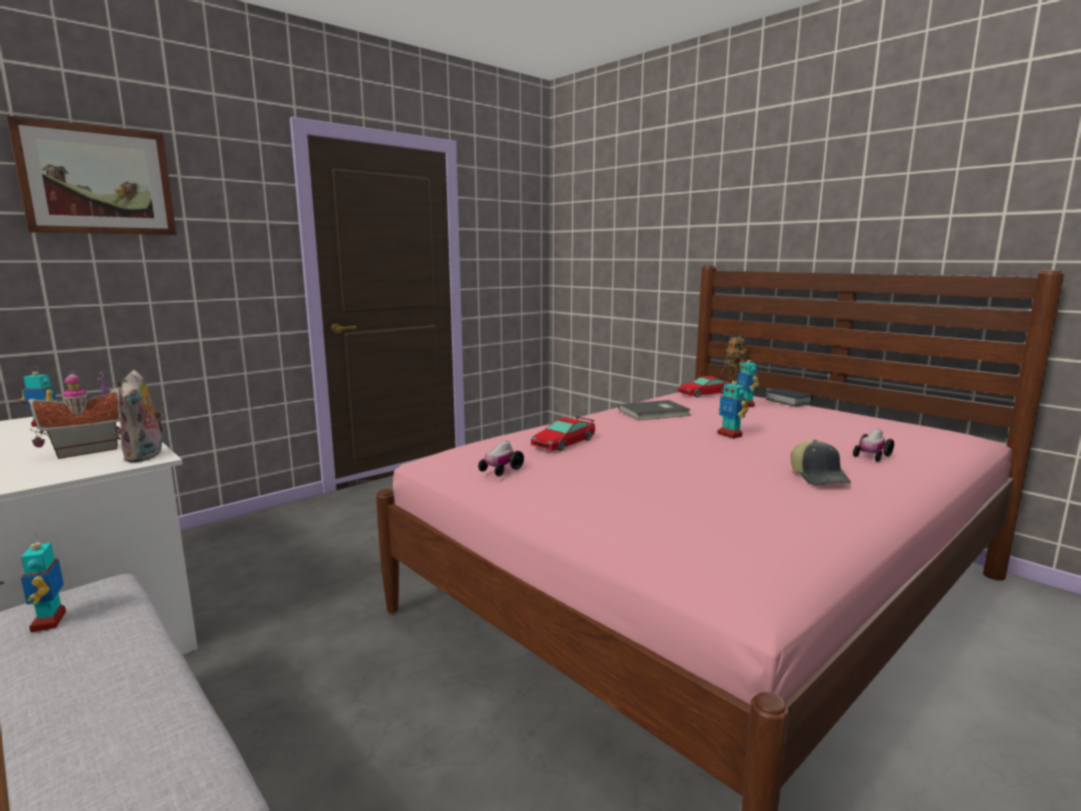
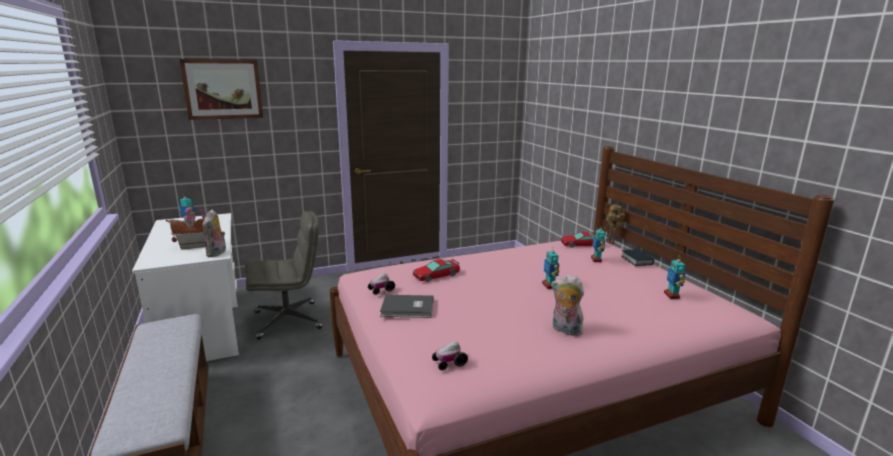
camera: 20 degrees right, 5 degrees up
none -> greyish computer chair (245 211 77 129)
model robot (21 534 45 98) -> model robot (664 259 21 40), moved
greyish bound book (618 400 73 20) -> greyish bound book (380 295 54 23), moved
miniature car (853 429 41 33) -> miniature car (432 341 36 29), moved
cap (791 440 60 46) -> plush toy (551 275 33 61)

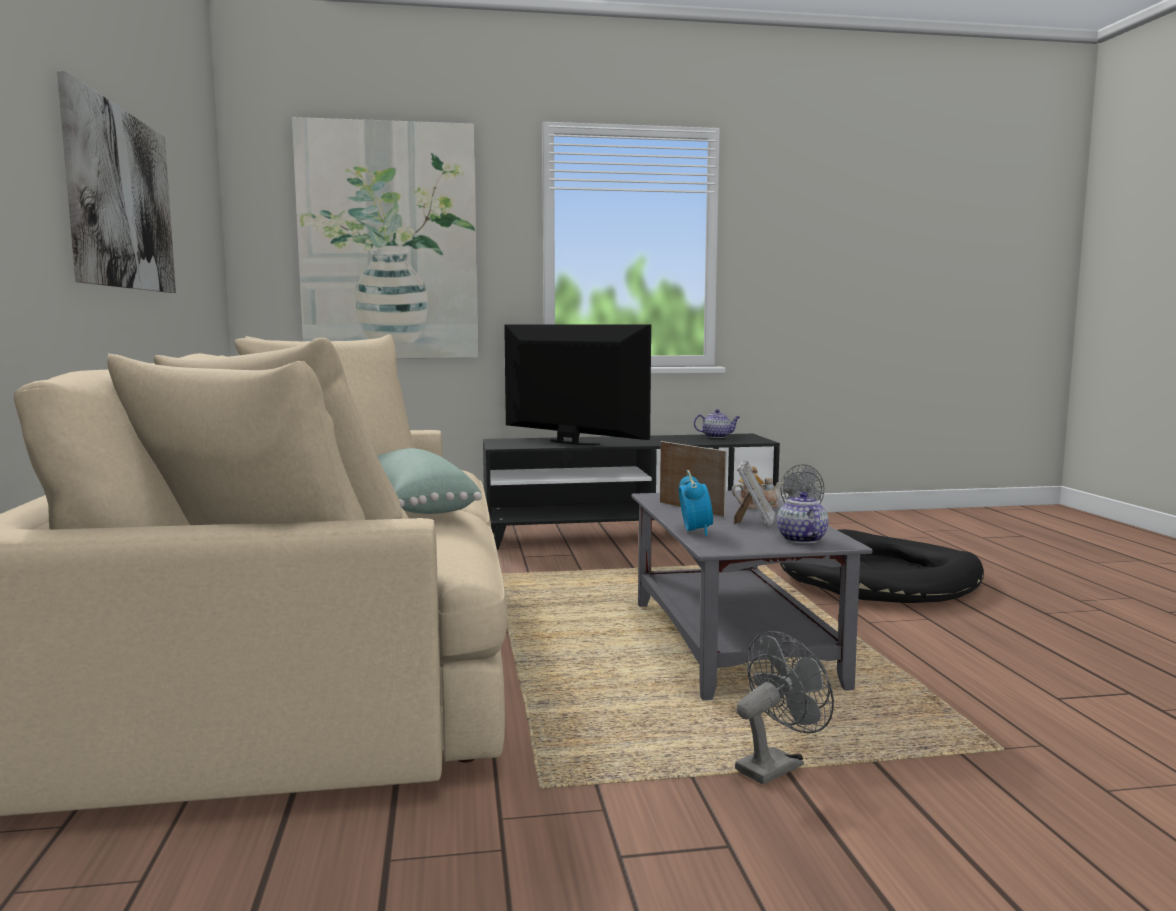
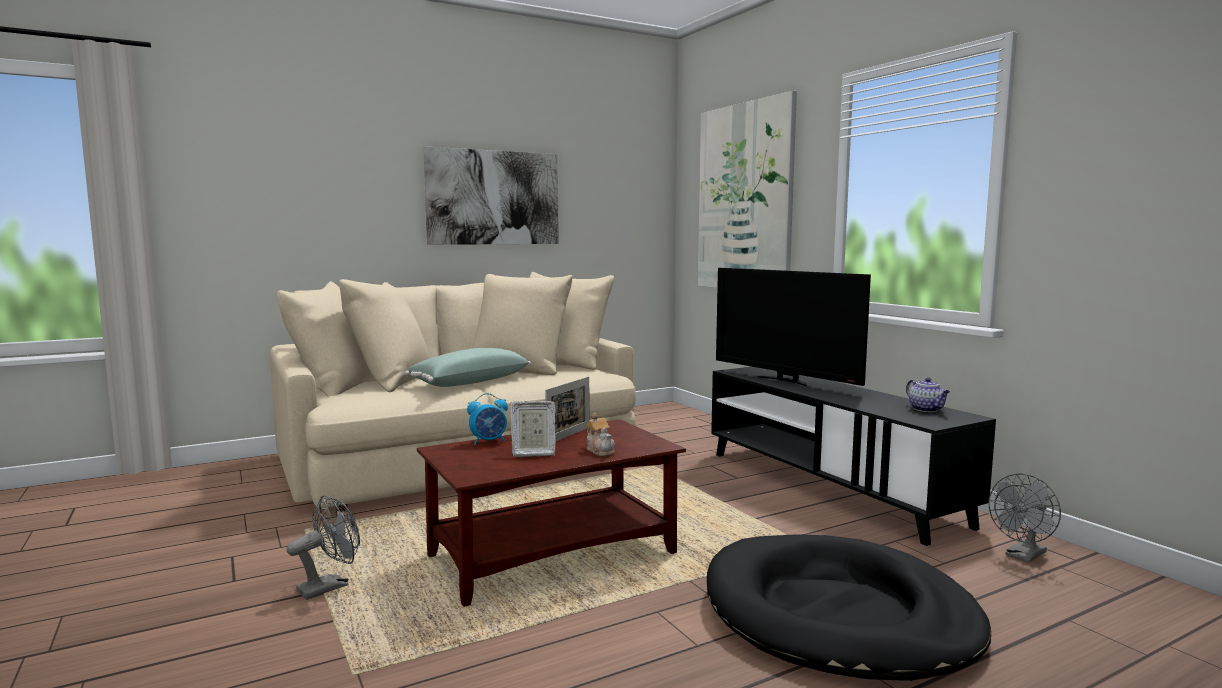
camera: 70 degrees right, 0 degrees up
pot for tea (777 492 51 51) -> none
greyish lounge table (631 490 241 210) -> brownish lounge table (417 419 269 188)
TV (504 324 147 121) -> TV (716 268 155 118), 120 degrees clockwise
greyish electric fan (735 631 99 153) -> greyish electric fan (287 495 73 105), 75 degrees counterclockwise

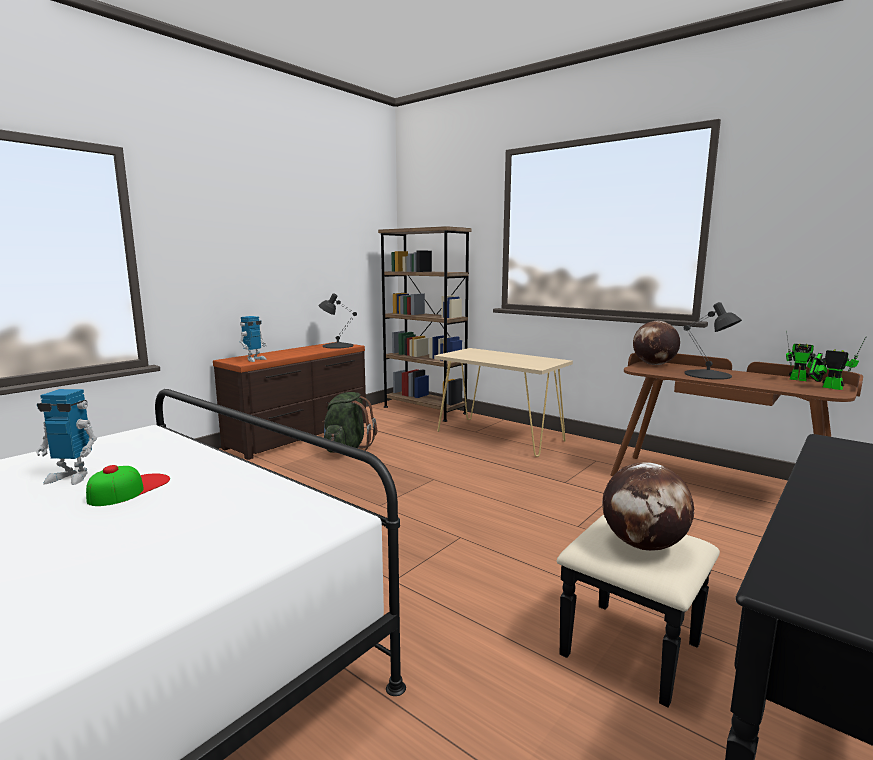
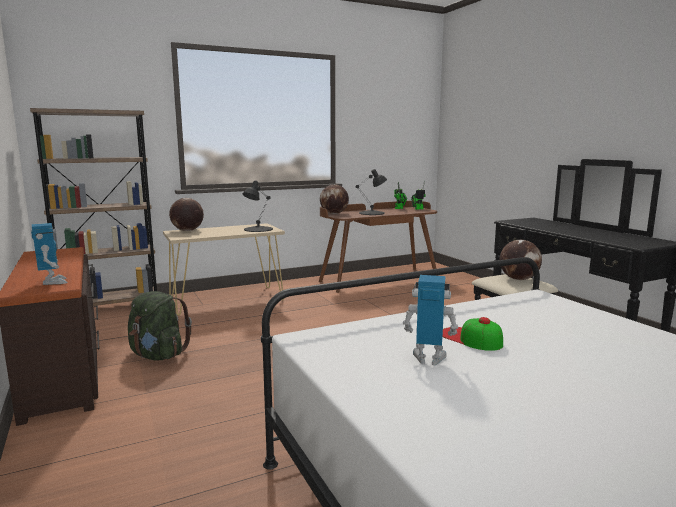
camera: 65 degrees left, 0 degrees up
none -> globe (169 198 35 33)
blackish table lamp (318 293 39 56) -> blackish table lamp (243 180 30 52), moved
model robot (36 389 61 96) -> model robot (403 275 55 90), 105 degrees counterclockwise

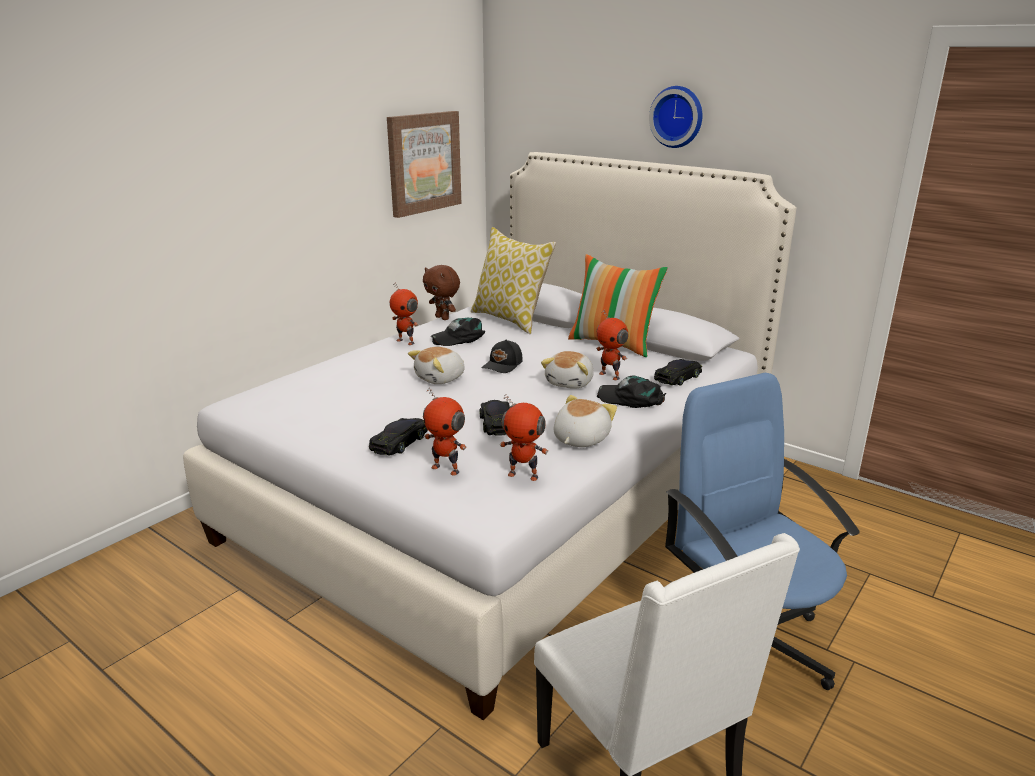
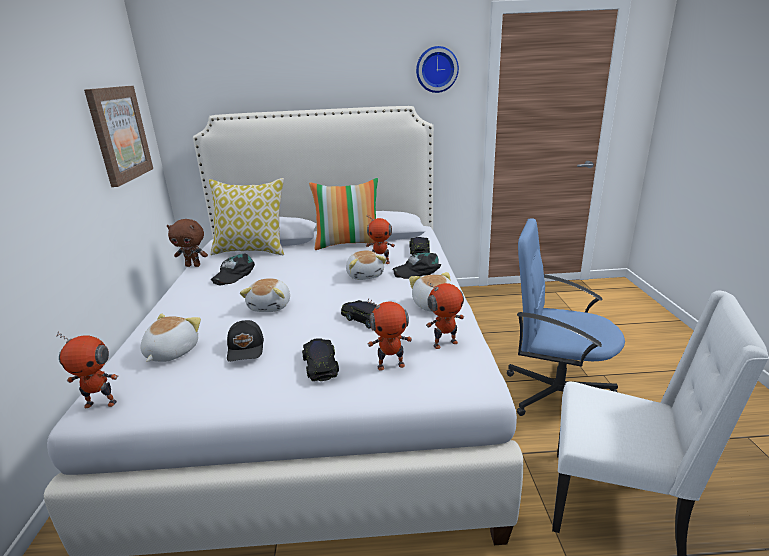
camera: 40 degrees left, 0 degrees up
none -> plush toy (140 313 61 49)
model robot (390 283 28 62) -> model robot (56 331 62 77), moved
blackish cap (482 340 41 33) -> blackish cap (227 320 37 42), moved
wall clock (649 86 54 62) -> wall clock (416 46 43 47), moved

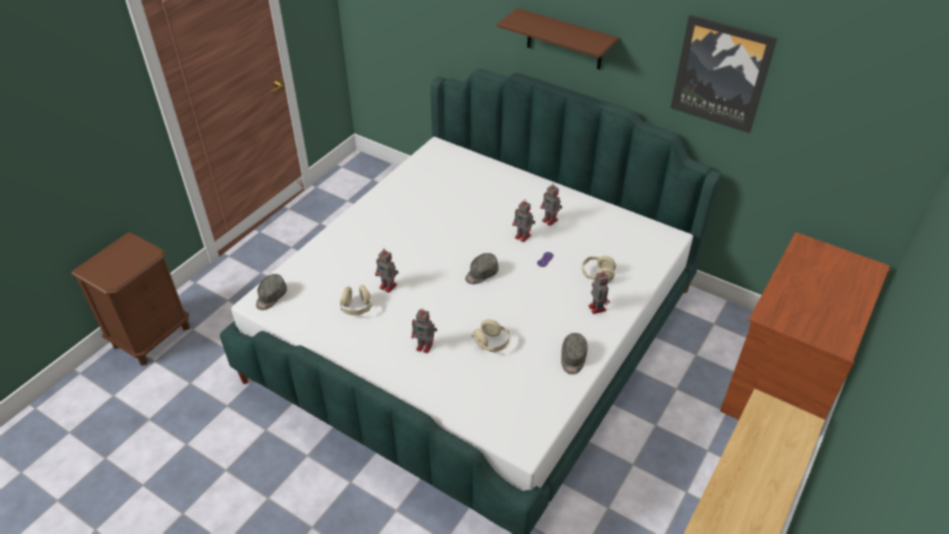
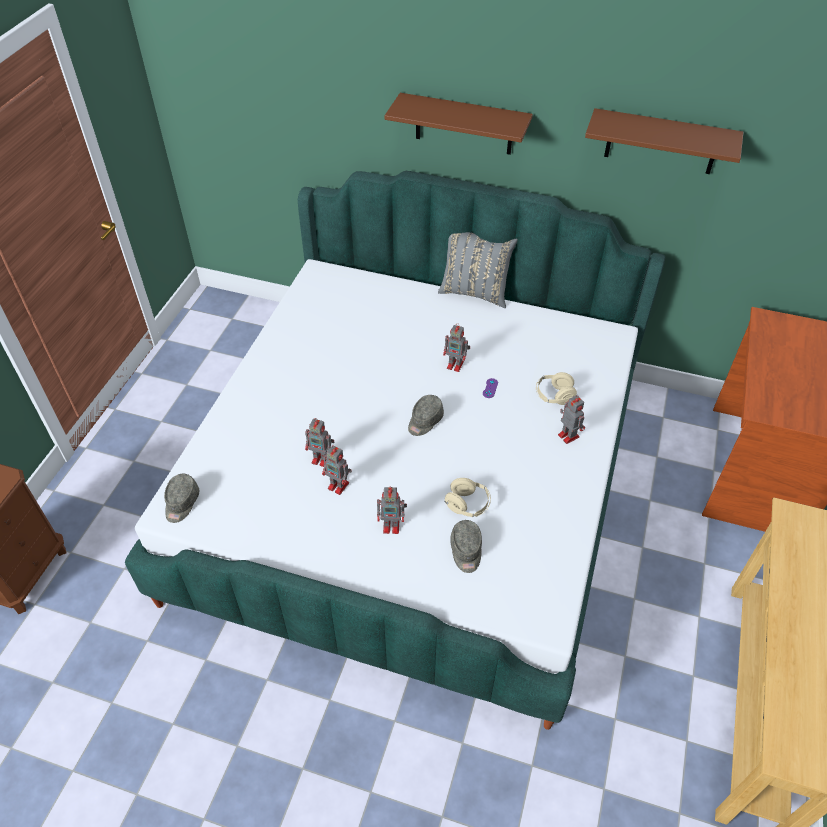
camera: 15 degrees left, 5 degrees up
beige headset (340 285 32 30) -> none
none -> greyish cushion (438 232 80 76)
model robot (540 183 22 43) -> model robot (322 445 30 50), moved
greyish cap (561 333 27 42) -> greyish cap (450 520 32 53), moved
wall art (671 15 106 118) -> brownish shelf (585 108 159 66)

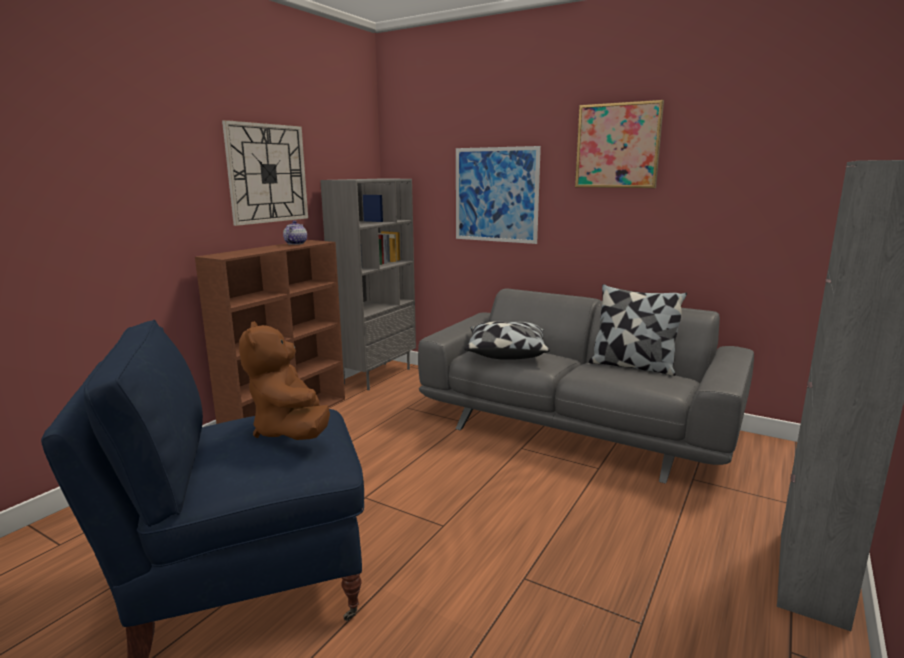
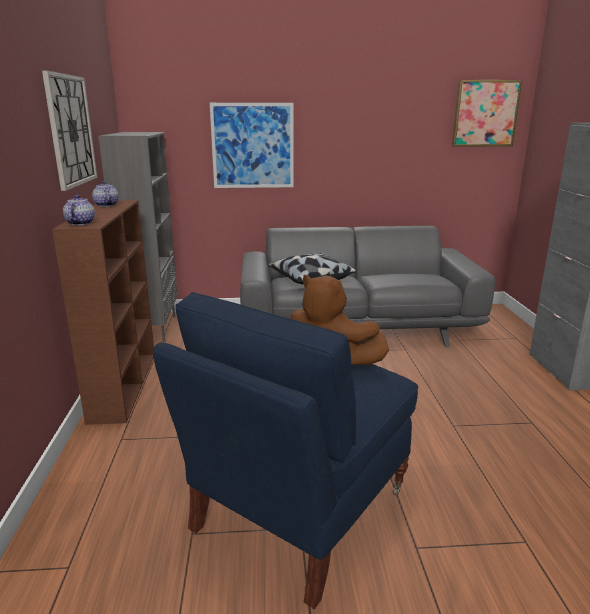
camera: 35 degrees left, 5 degrees up
cushion (589 284 98 92) -> none
none -> pot for tea (63 195 32 30)
wall art (575 100 89 88) -> wall art (452 80 70 67), moved

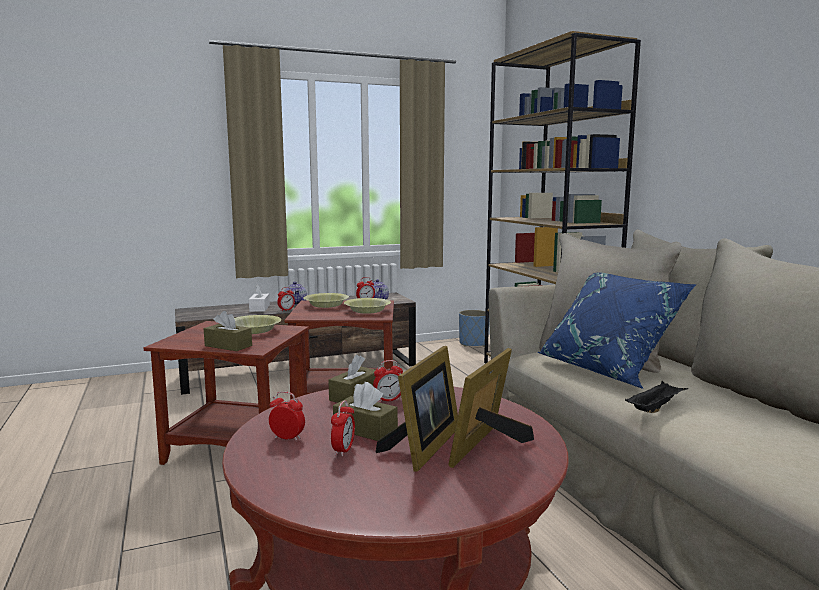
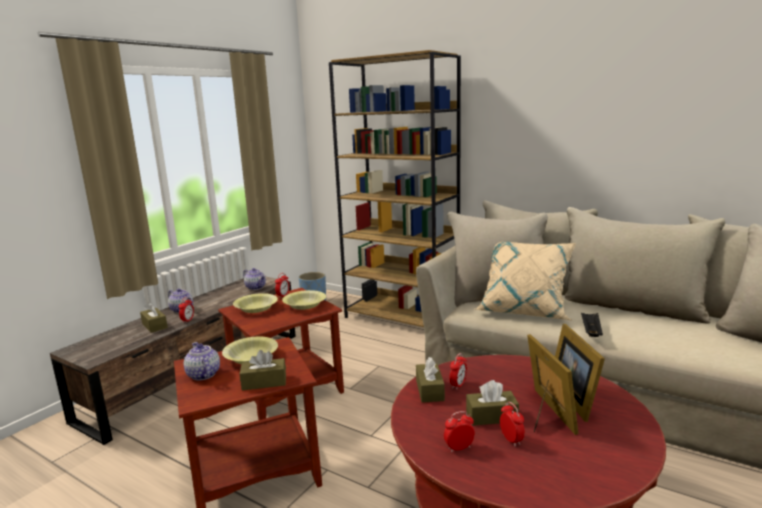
camera: 35 degrees left, 5 degrees up
none -> pot for tea (184 342 36 39)
white tissue holder (249 284 21 28) -> brownish tissue holder (140 302 28 31)
blue cushion (538 272 159 117) -> beige cushion (474 242 102 78)

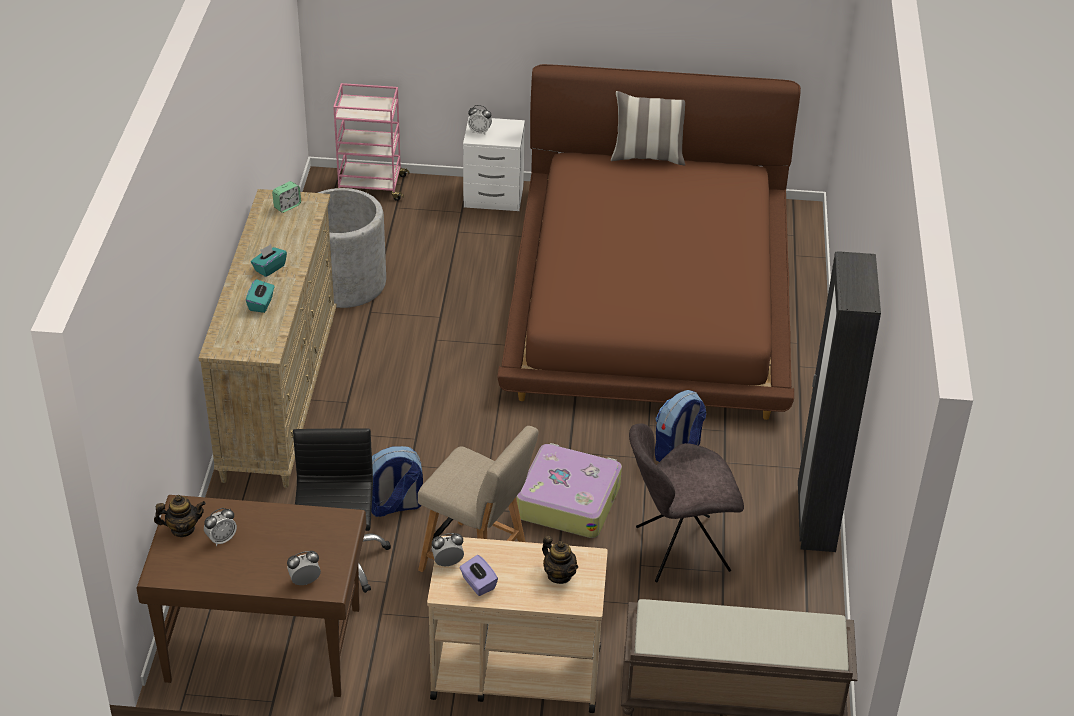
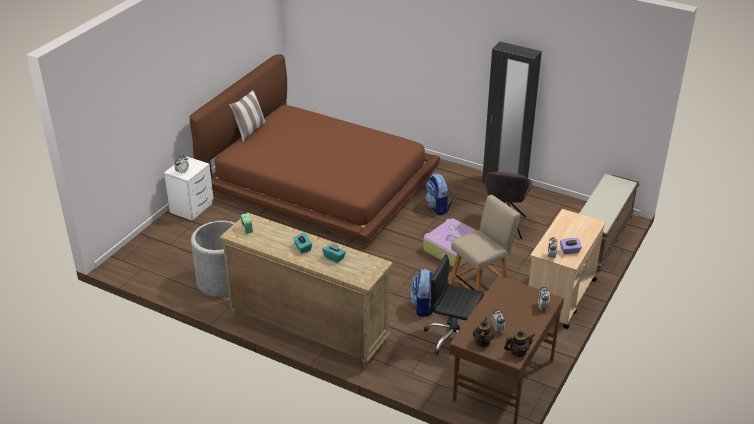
camera: 65 degrees left, 5 degrees down
pink-coloured trolley (333 83 77 118) -> none
pot for tea (542 536 36 48) -> pot for tea (504 331 31 26), moved

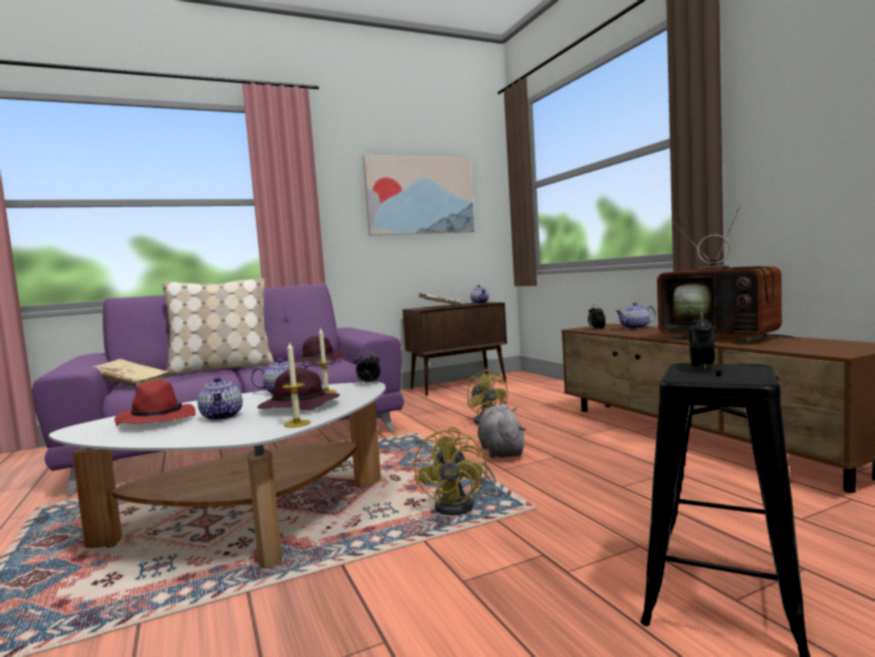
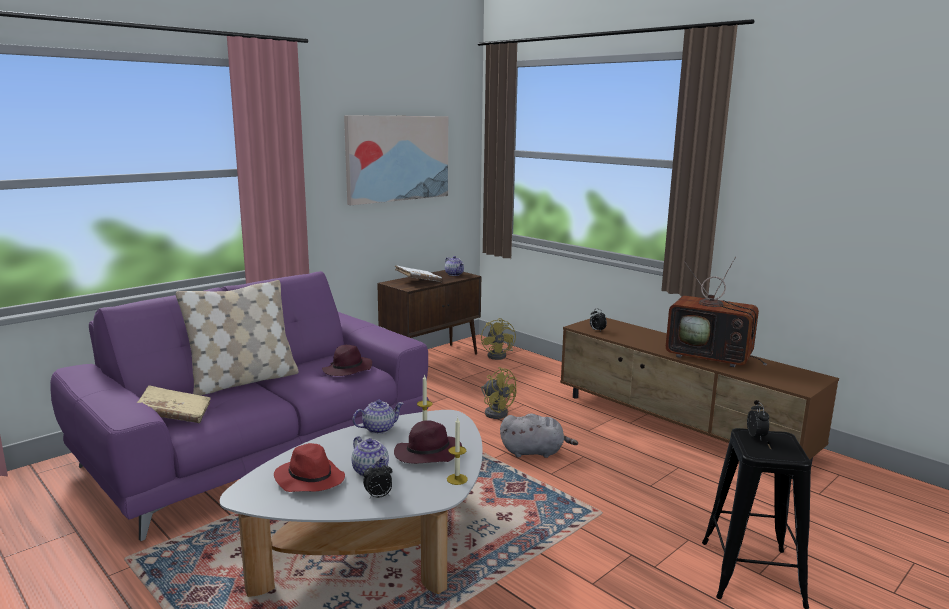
camera: 20 degrees left, 10 degrees up
pot for tea (616 302 40 27) -> none
bedside clock (354 351 27 34) -> bedside clock (363 462 29 36), moved
yellowish electric fan (414 427 84 89) -> yellowish electric fan (481 318 35 42), moved
greyish plush toy (478 404 48 54) -> greyish plush toy (500 413 78 45), 120 degrees clockwise

